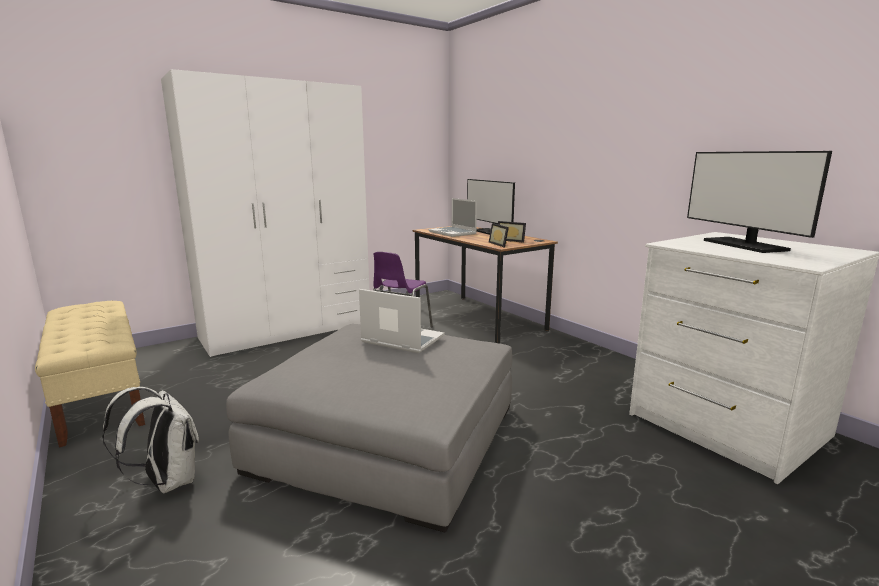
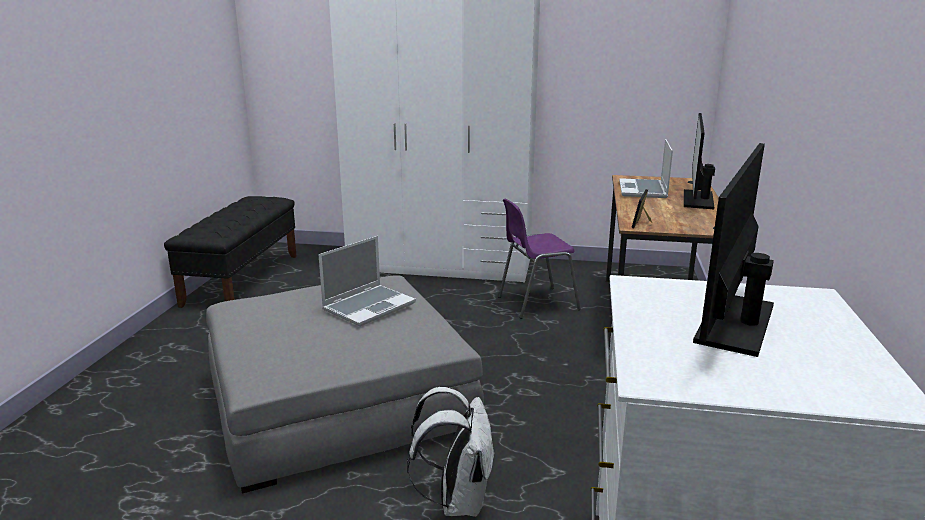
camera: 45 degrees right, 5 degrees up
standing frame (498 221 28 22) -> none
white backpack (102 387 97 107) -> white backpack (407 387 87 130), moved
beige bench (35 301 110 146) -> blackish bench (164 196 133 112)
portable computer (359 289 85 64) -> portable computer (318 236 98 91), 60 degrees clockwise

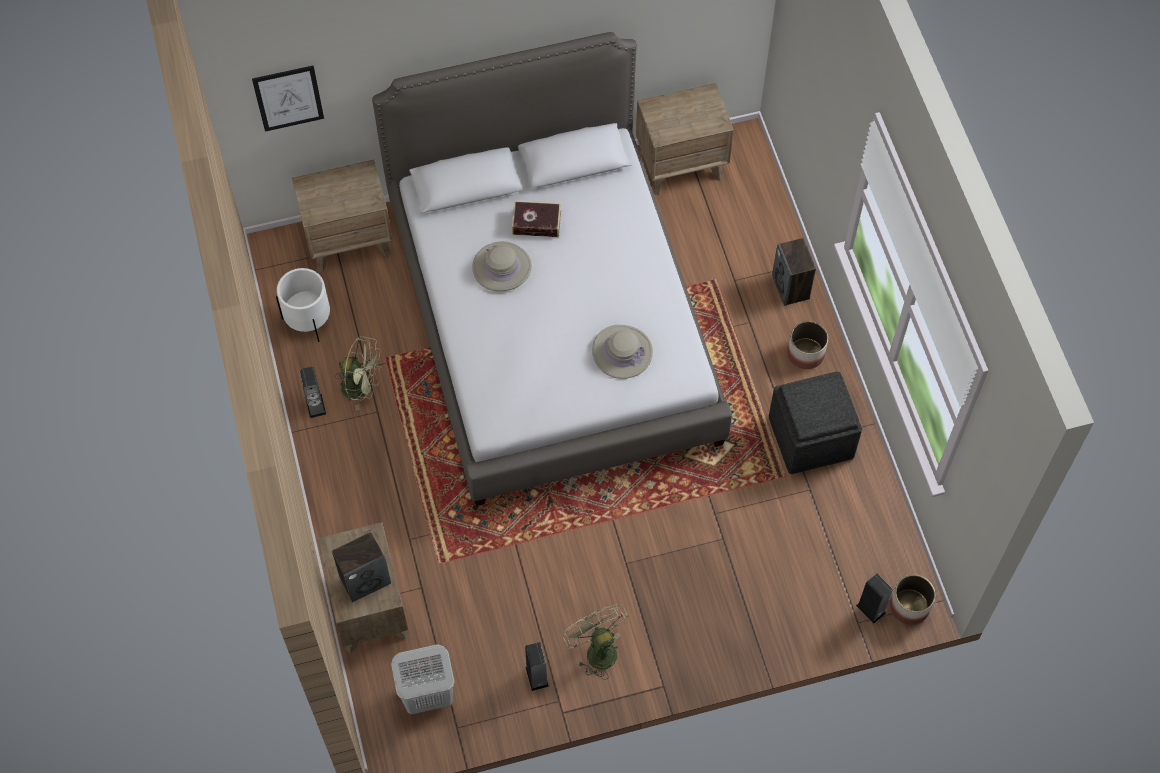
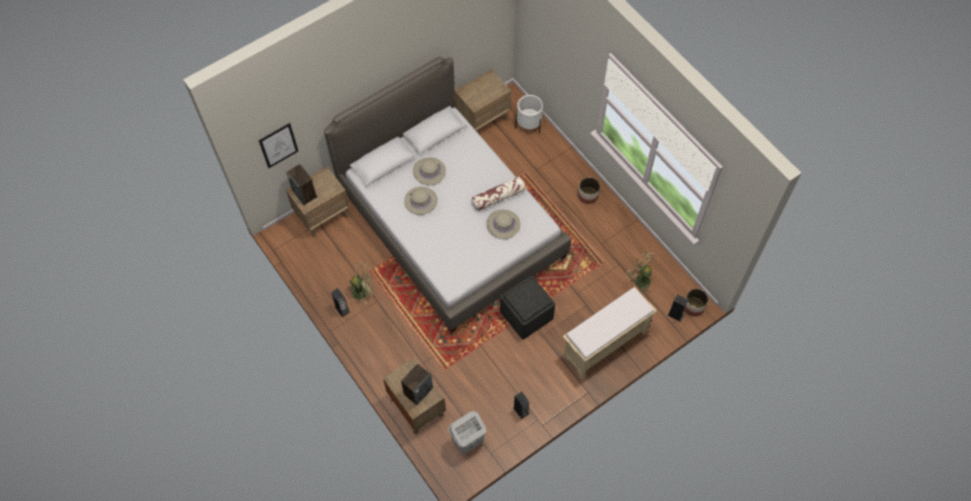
camera: 20 degrees left, 0 degrees up
none -> cushion (472 177 54 34)
none -> beige bench (563 287 94 92)
white flower pot (276 268 54 74) -> white flower pot (515 95 28 38), moved
green-coloured electric fan (563 603 65 77) -> green-coloured electric fan (625 250 29 43), moved
greyish pouffe (769 372 93 102) -> greyish pouffe (500 276 55 63), moved
loudspeaker (772 238 44 68) -> loudspeaker (286 164 31 41), moved
bound book (512 200 49 37) -> beige wearable hat (413 157 33 29)

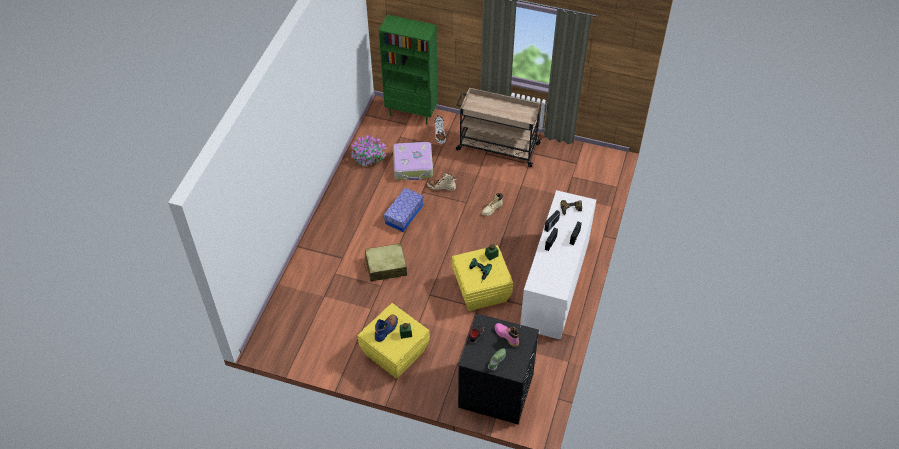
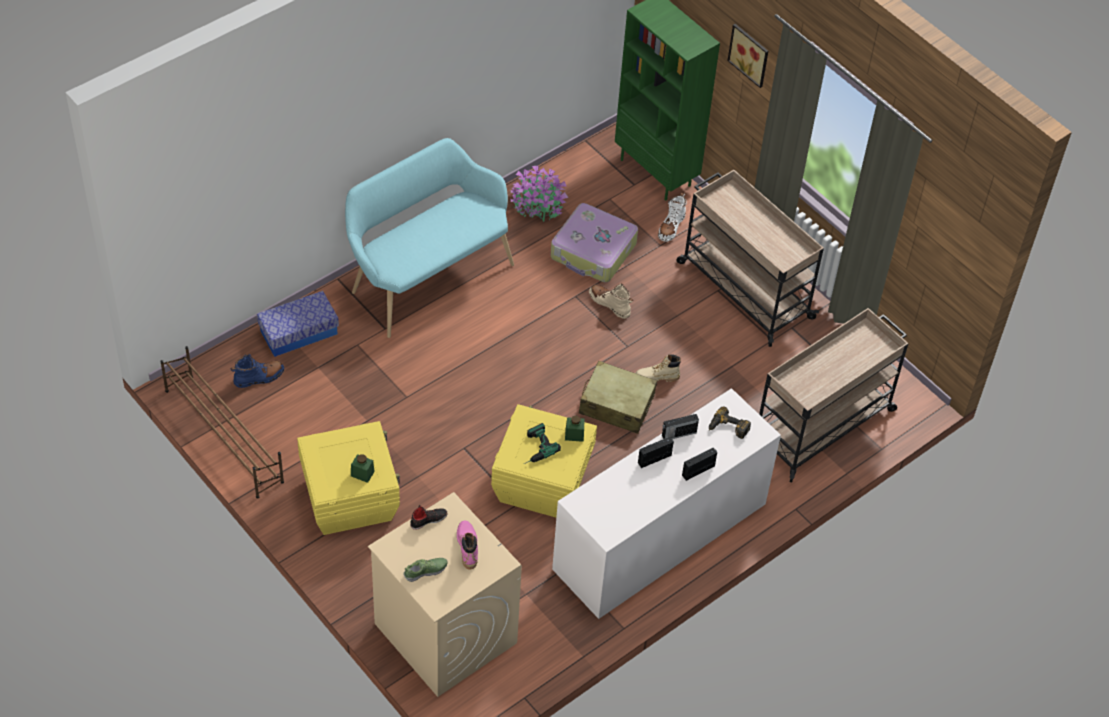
camera: 30 degrees right, 0 degrees up
none -> brownish shoe stand (160 346 124 153)
none -> turquoise bench (345 138 169 200)
none -> wall art (728 24 40 64)
none -> beige trolley (759 308 149 174)
beige suitcase (364 243 43 39) -> beige suitcase (579 361 78 73), moved
blue boot (375 315 23 27) -> blue boot (230 354 54 34), moved
storage container (384 188 40 44) -> storage container (257 291 82 66), moved
blackish laundry appliance (458 313 81 111) -> beige laundry appliance (368 492 154 205)

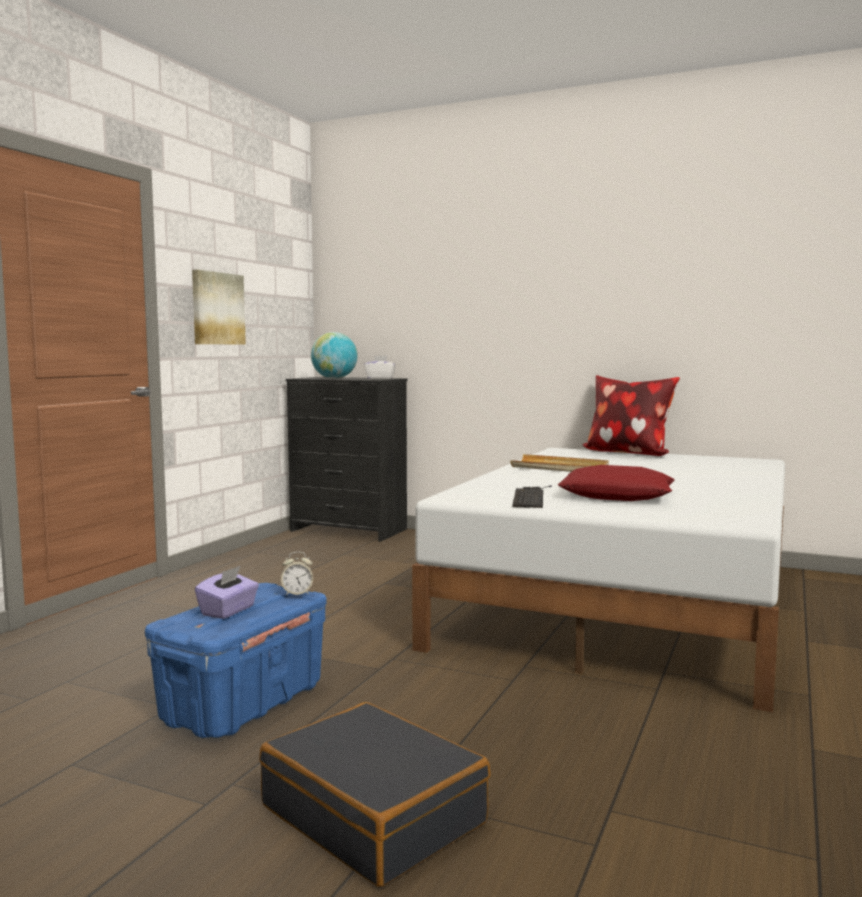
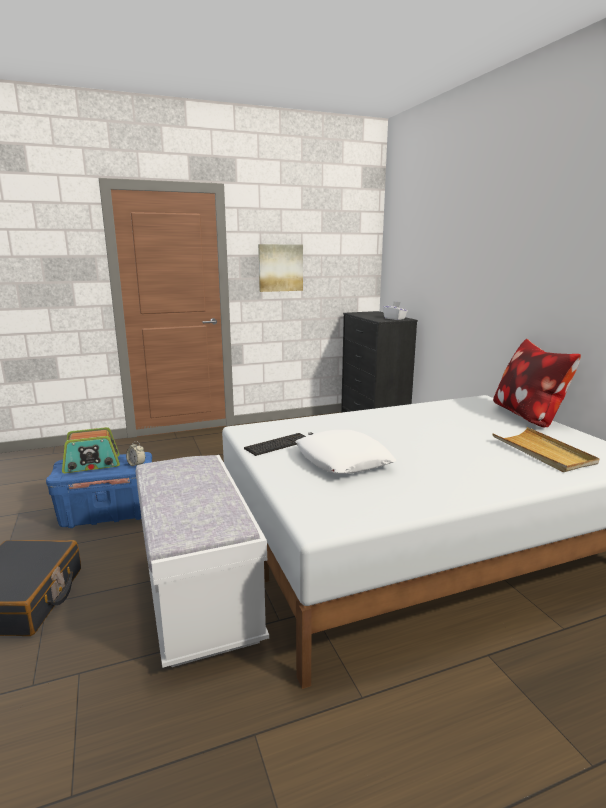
camera: 45 degrees right, 10 degrees up
globe (311 332 46 47) -> none
none -> white bench (136 455 133 213)
beige carrying tray (510 454 99 18) -> beige carrying tray (492 427 108 45), moved
purple-coloured tissue holder (195 566 64 53) -> radio (62 427 58 46)
red-coloured cushion (558 465 117 36) -> white cushion (296 430 101 44)

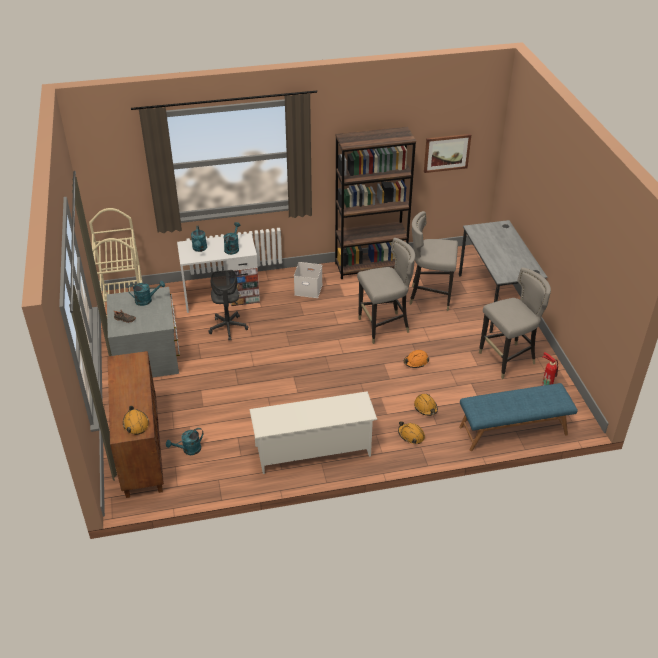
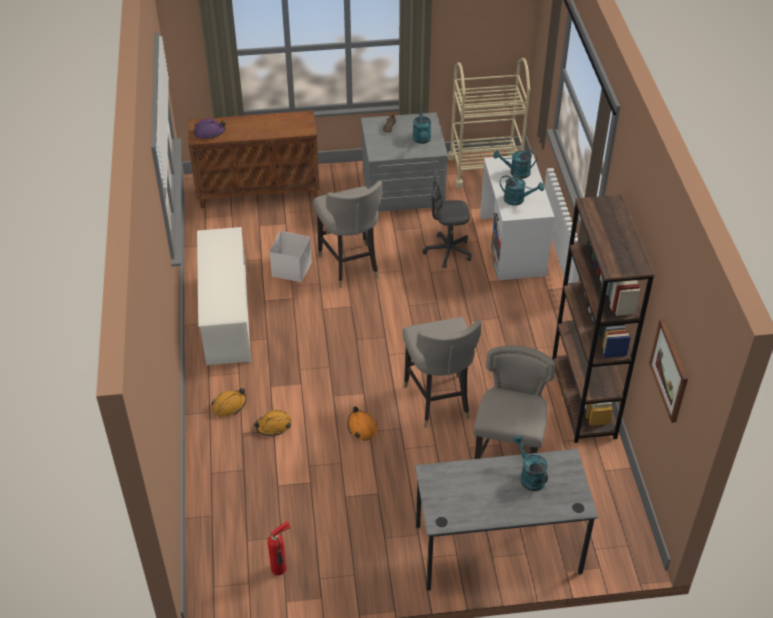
camera: 95 degrees right, 5 degrees up
blue bench (459 383 119 68) -> none
turquoise sprinkling can (166 428 37 27) -> turquoise sprinkling can (513 435 35 56), moved
white storage container (294 262 29 36) -> white storage container (269 231 43 51), moved
greyish stool seat (479 267 72 112) -> greyish stool seat (313 180 69 108), moved
orange-coloured work helmet (123 405 26 30) -> purple-coloured work helmet (194 118 32 22)

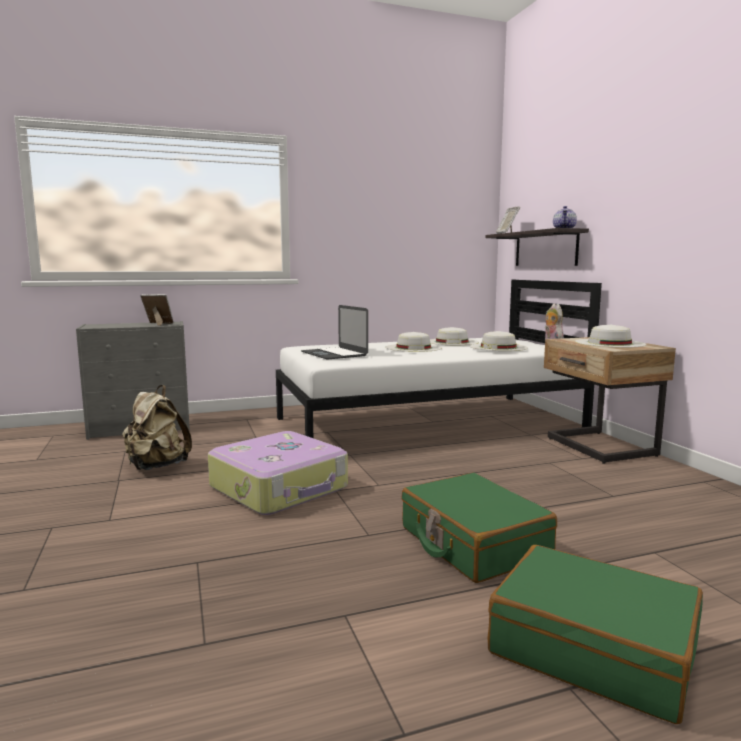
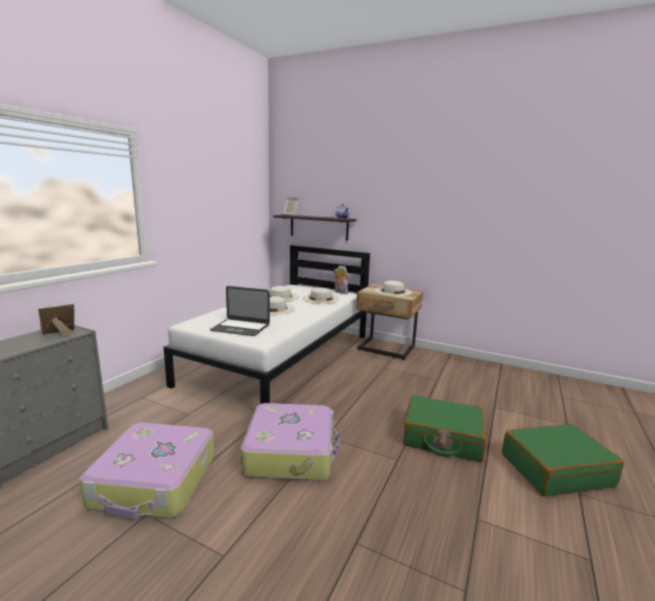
camera: 45 degrees left, 5 degrees up
beige backpack (122 385 70 85) -> suitcase (80 423 135 95)

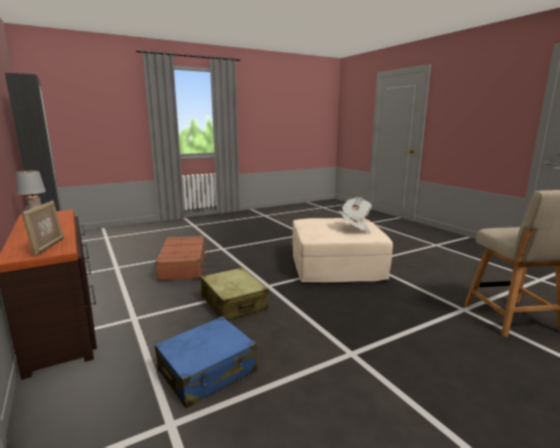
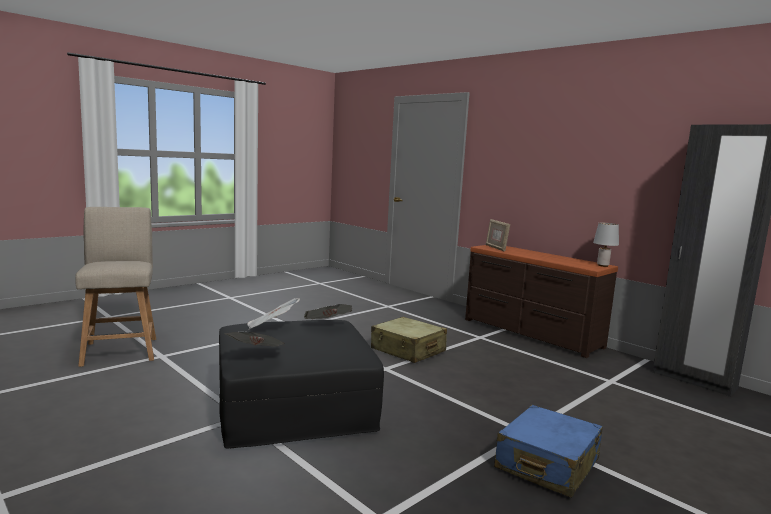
camera: 165 degrees right, 5 degrees down
brownish suitcase (155 236 53 45) -> none
none -> daily paper (304 304 48 15)
blue suitcase (155 316 102 92) -> blue suitcase (494 405 109 93), moved
beige pouffe (293 218 100 65) -> blackish pouffe (219 320 165 128)

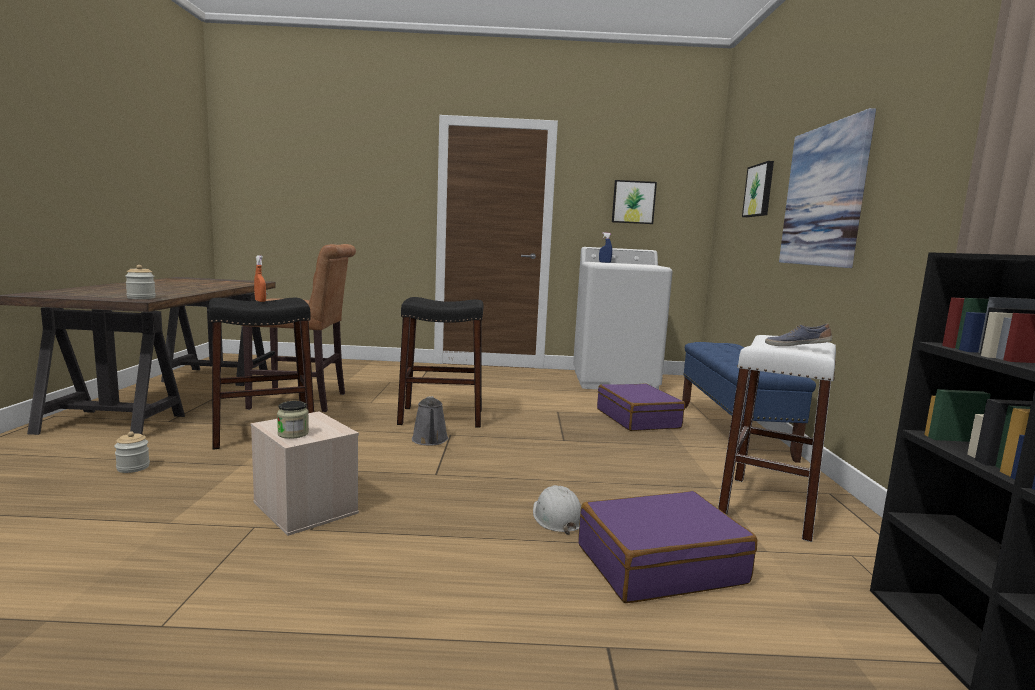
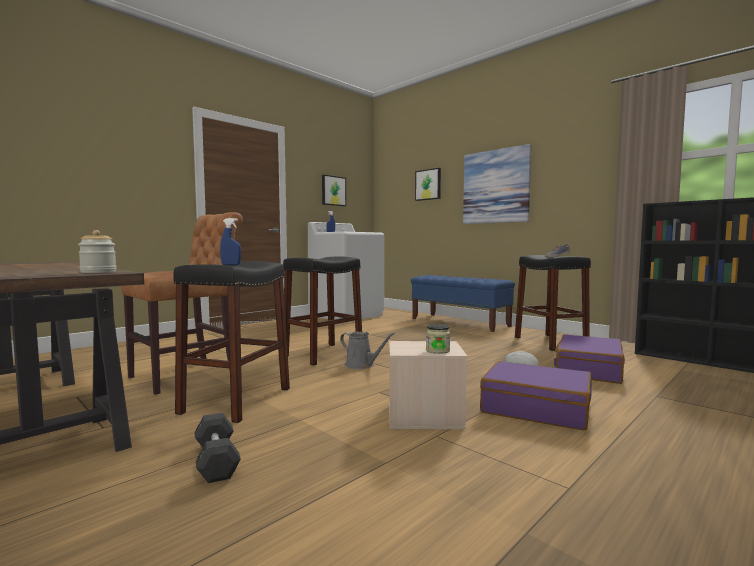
camera: 45 degrees left, 5 degrees down
purple-coloured suitcase (597 384 88 47) -> purple-coloured suitcase (480 361 112 69), moved
jar (114 431 36 42) -> greyish hand weight (195 413 46 70)
orange-coloured sprayer (254 255 12 47) -> blue sprayer (220 218 21 47)
white stool seat (718 335 118 207) -> blackish stool seat (515 255 76 96)

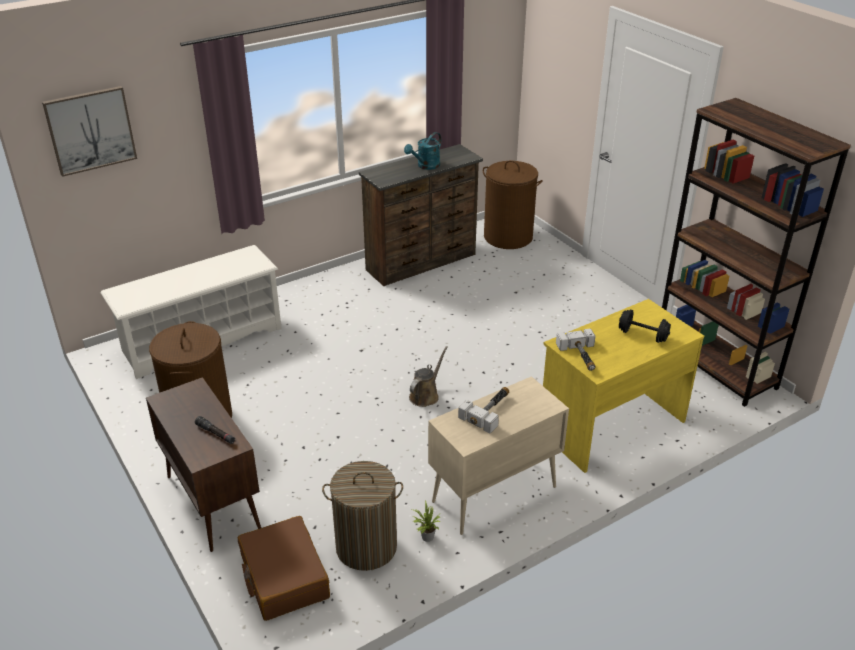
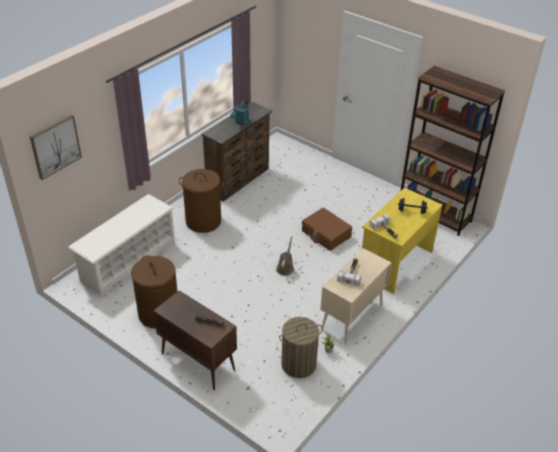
camera: 20 degrees left, 5 degrees up
brownish suitcase (238 516 92 105) -> brownish suitcase (302 208 50 43), moved
brownish washing basket (483 160 60 89) -> brownish washing basket (179 169 45 64), moved

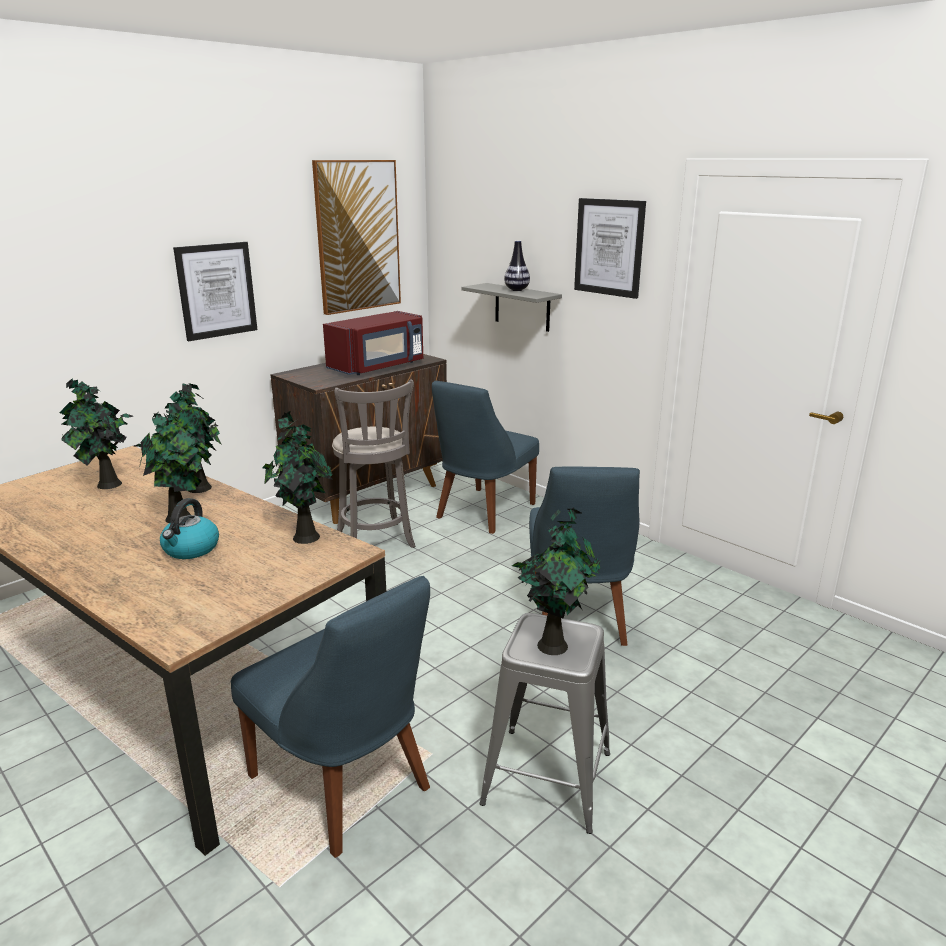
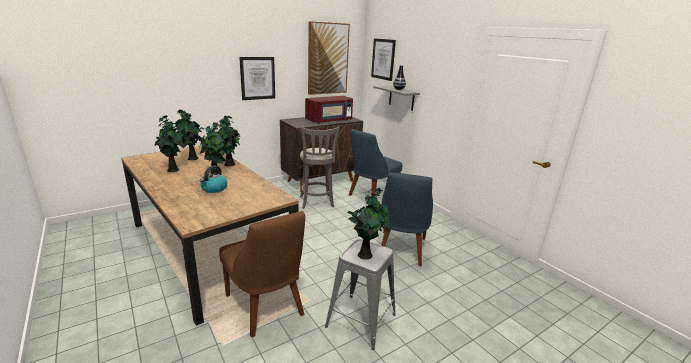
camera: 10 degrees right, 0 degrees up
plant in a pot (262 411 71 133) -> plant in a pot (155 115 29 57), moved
wall art (574 198 72 101) -> wall art (371 38 25 43), moved
blue chair (231 576 199 282) -> brownish chair (219 211 86 127)

